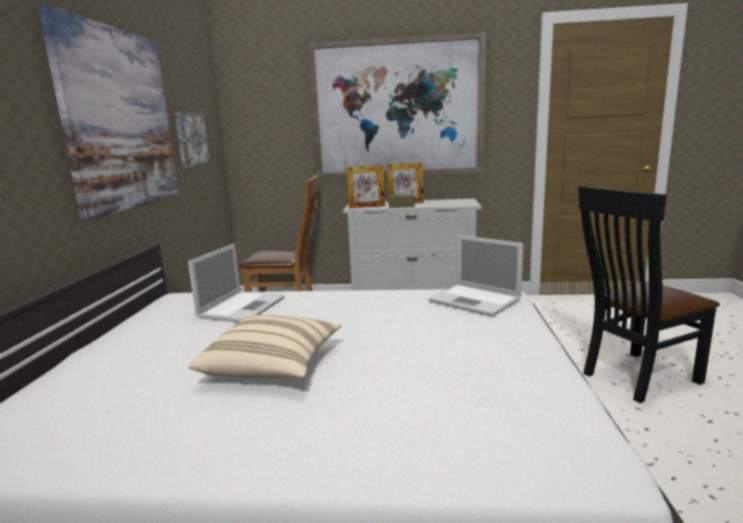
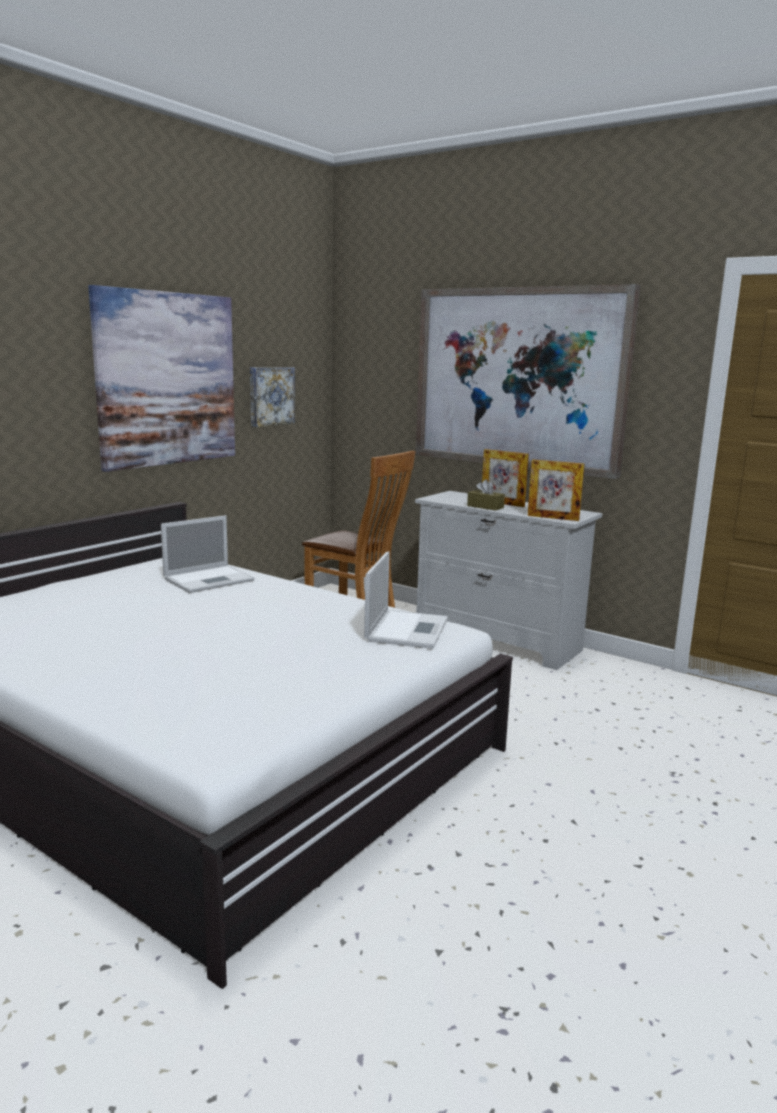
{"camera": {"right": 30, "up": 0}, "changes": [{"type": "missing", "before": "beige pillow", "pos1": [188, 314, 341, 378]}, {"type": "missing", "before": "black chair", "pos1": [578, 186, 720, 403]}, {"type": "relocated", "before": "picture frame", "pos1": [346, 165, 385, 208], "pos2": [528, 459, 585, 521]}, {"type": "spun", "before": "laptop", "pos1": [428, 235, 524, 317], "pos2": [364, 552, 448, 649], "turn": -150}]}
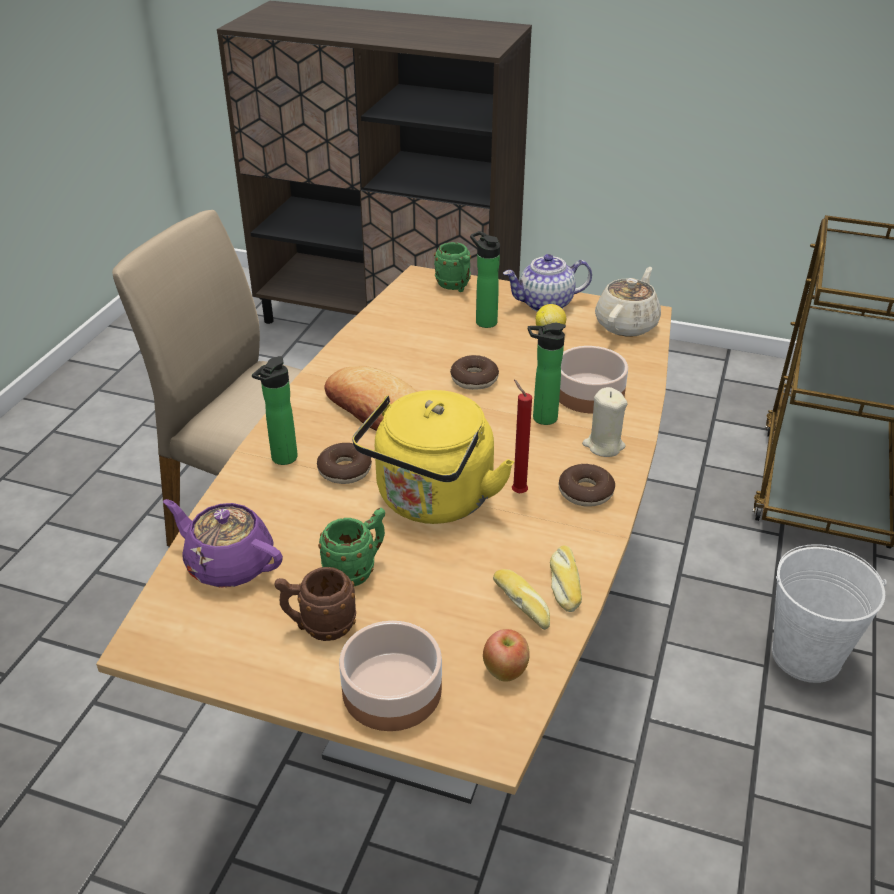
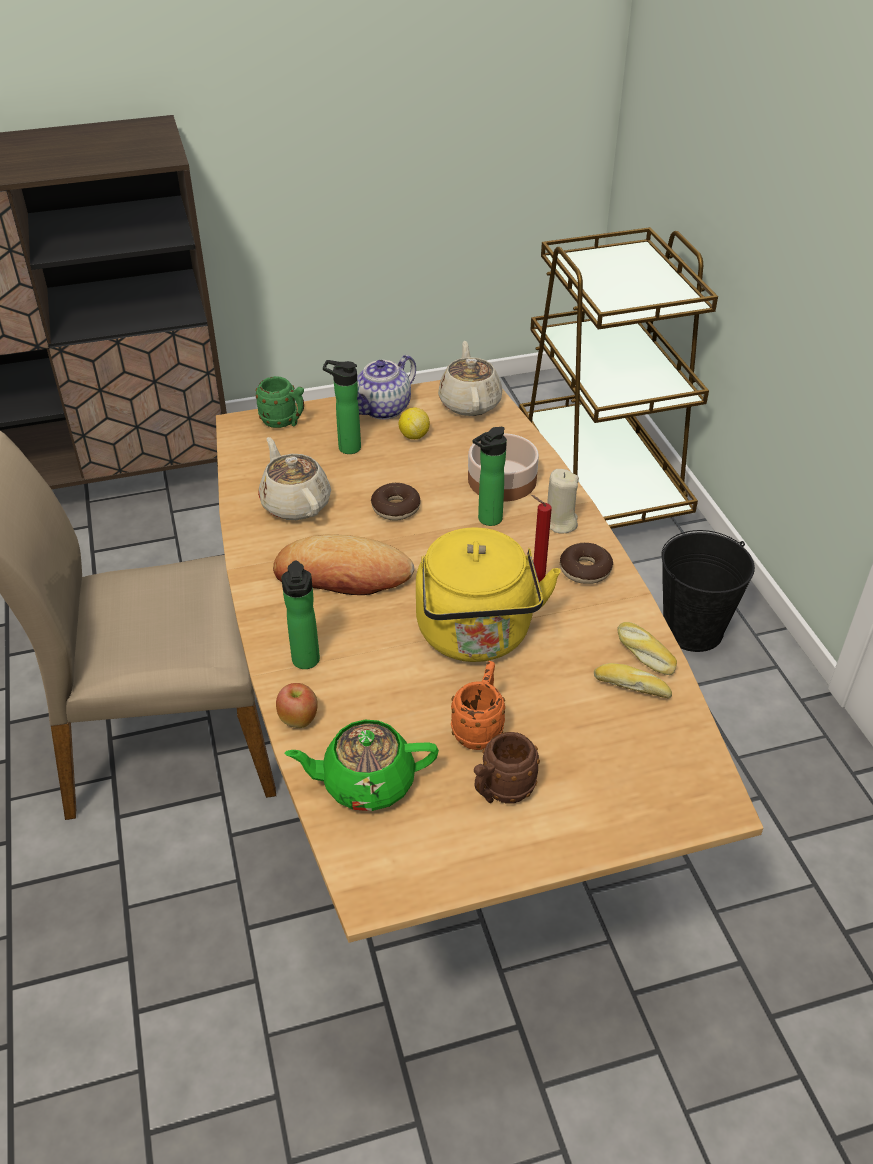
{"camera": {"right": -35, "up": 5}, "changes": [{"type": "missing", "before": "donut", "pos1": [317, 443, 372, 484]}, {"type": "missing", "before": "bowl", "pos1": [339, 621, 442, 731]}, {"type": "appeared", "after": "beige teapot", "pos2": [258, 437, 331, 520]}, {"type": "relocated", "before": "apple", "pos1": [483, 629, 530, 682], "pos2": [276, 683, 318, 728]}, {"type": "colour", "before": "purple teapot", "after": "green teapot", "pos1": [163, 499, 283, 587], "pos2": [285, 720, 439, 811]}, {"type": "colour", "before": "green mug", "after": "orange mug", "pos1": [318, 508, 385, 586], "pos2": [451, 661, 505, 750]}, {"type": "colour", "before": "white bucket", "after": "black bucket", "pos1": [772, 544, 887, 683], "pos2": [661, 530, 755, 652]}]}
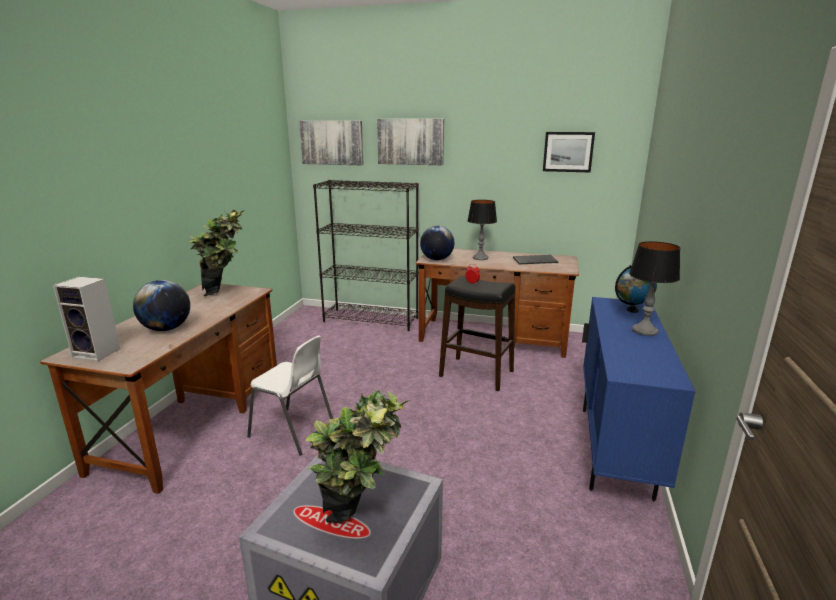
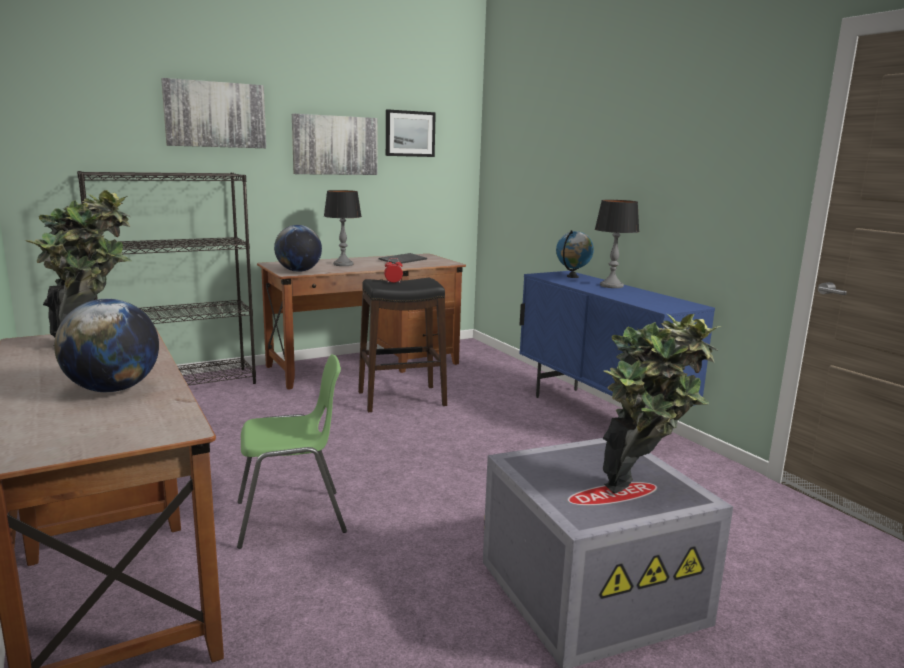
{"camera": {"right": -45, "up": -5}, "changes": [{"type": "missing", "before": "speaker", "pos1": [53, 277, 120, 361]}, {"type": "relocated", "before": "picture", "pos1": [299, 121, 364, 165], "pos2": [292, 114, 378, 175]}, {"type": "colour", "before": "white chair", "after": "green chair", "pos1": [247, 335, 333, 456], "pos2": [237, 354, 347, 549]}]}
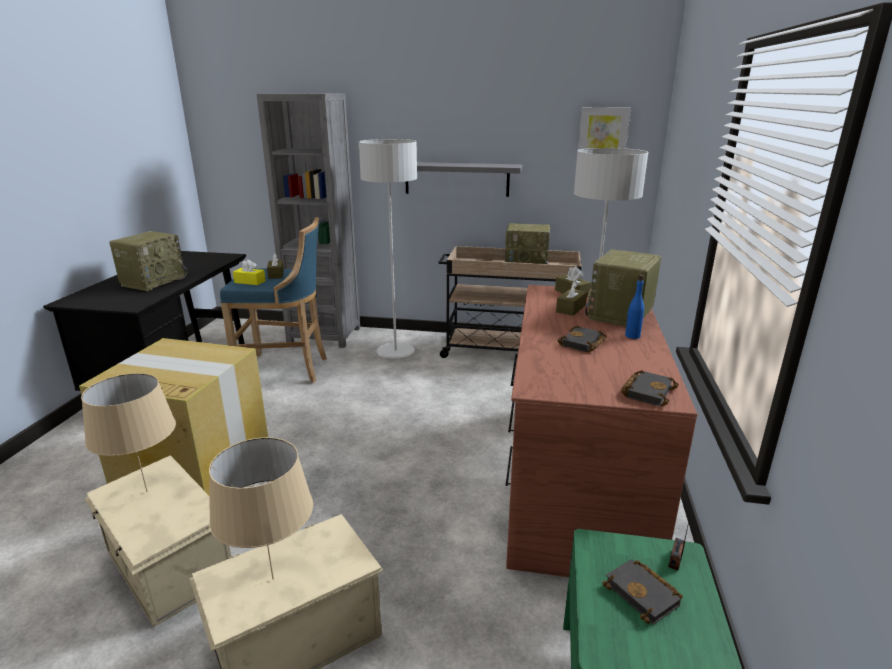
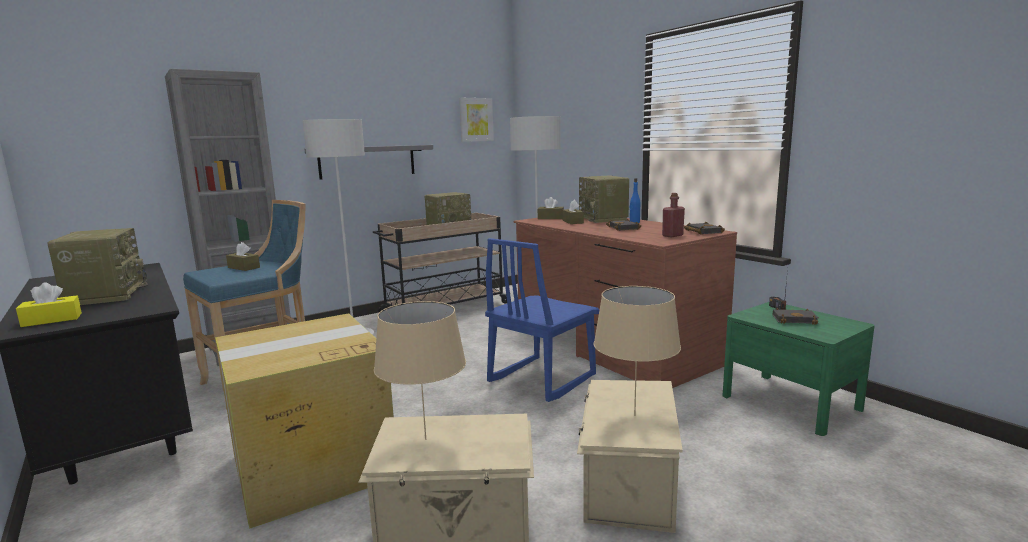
{"camera": {"right": -45, "up": -10}, "changes": [{"type": "appeared", "after": "blue chair", "pos2": [485, 238, 599, 402]}, {"type": "appeared", "after": "red bottle", "pos2": [662, 193, 685, 237]}, {"type": "relocated", "before": "yellow tissue box", "pos1": [233, 259, 266, 285], "pos2": [16, 283, 82, 327]}]}
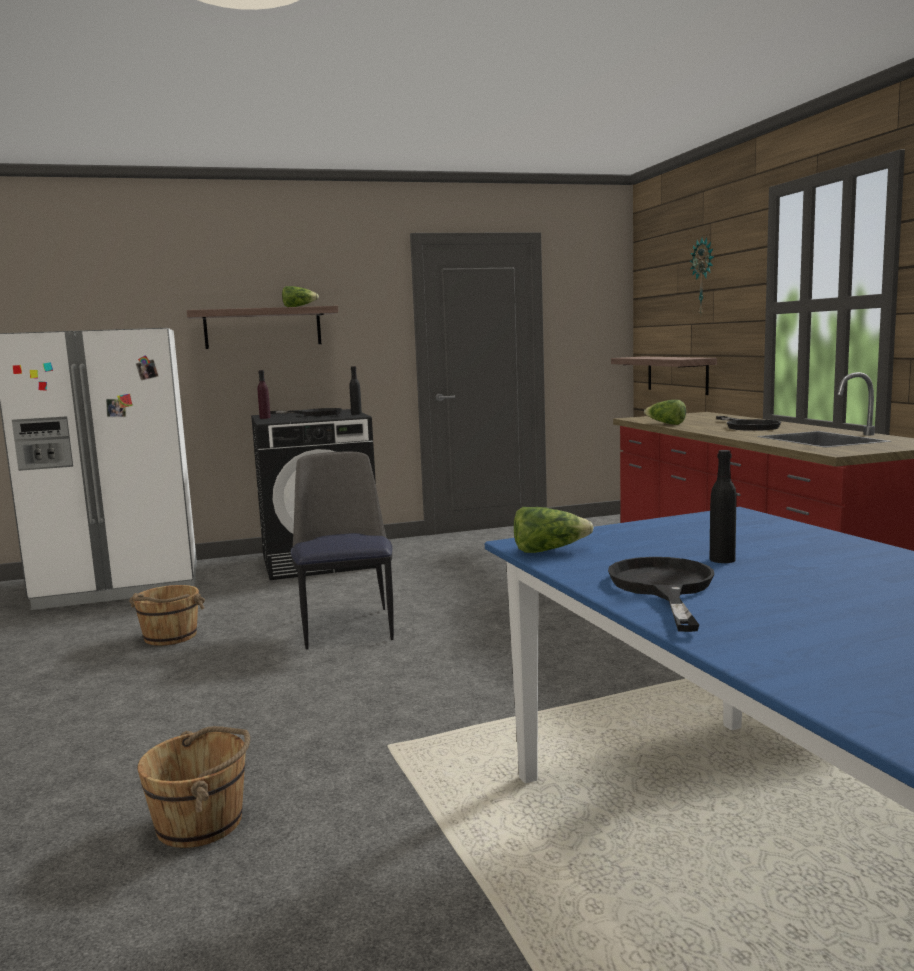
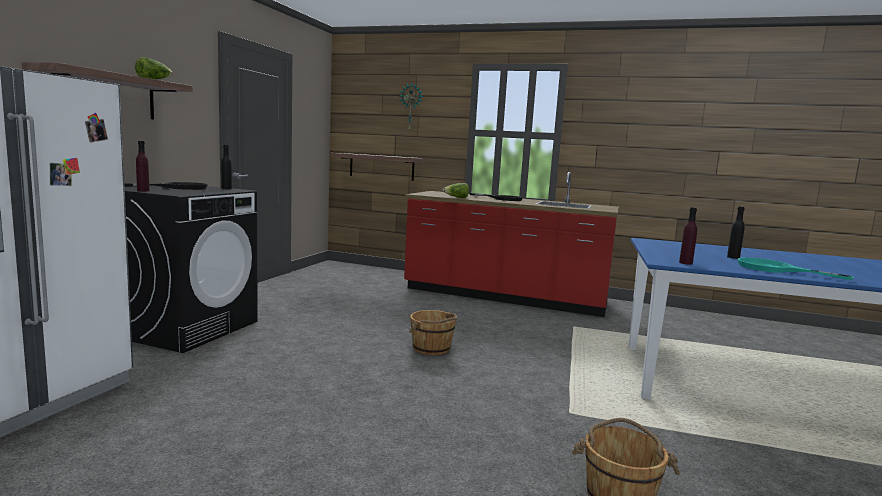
{"camera": {"right": -55, "up": 0}, "changes": [{"type": "missing", "before": "chair", "pos1": [291, 452, 394, 650]}, {"type": "relocated", "before": "brown bucket", "pos1": [129, 585, 205, 646], "pos2": [409, 310, 457, 355]}, {"type": "exchanged", "before": "lettuce", "after": "purple bottle", "pos1": [514, 507, 594, 553], "pos2": [679, 207, 697, 265]}, {"type": "colour", "before": "black frying pan", "after": "turquoise frying pan", "pos1": [608, 557, 714, 632], "pos2": [738, 258, 854, 280]}]}
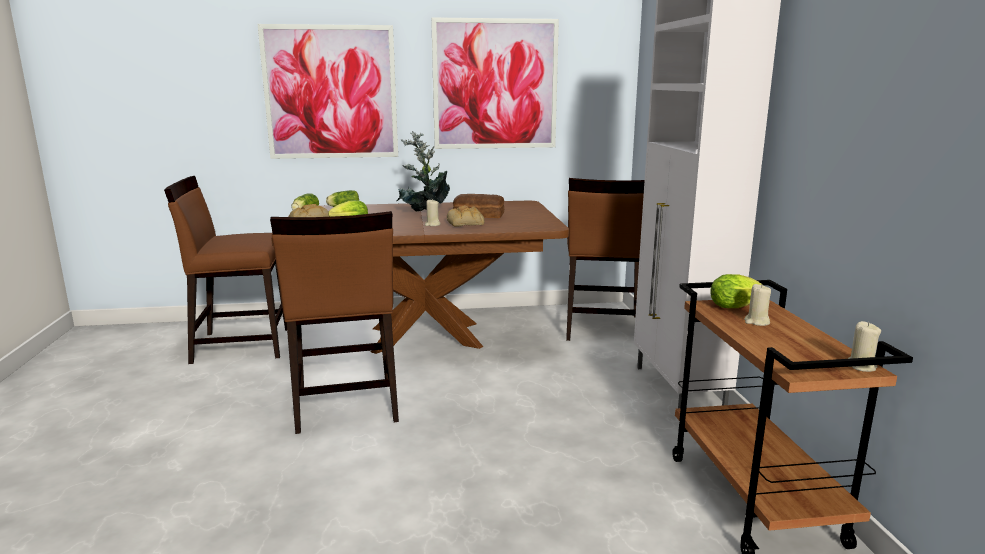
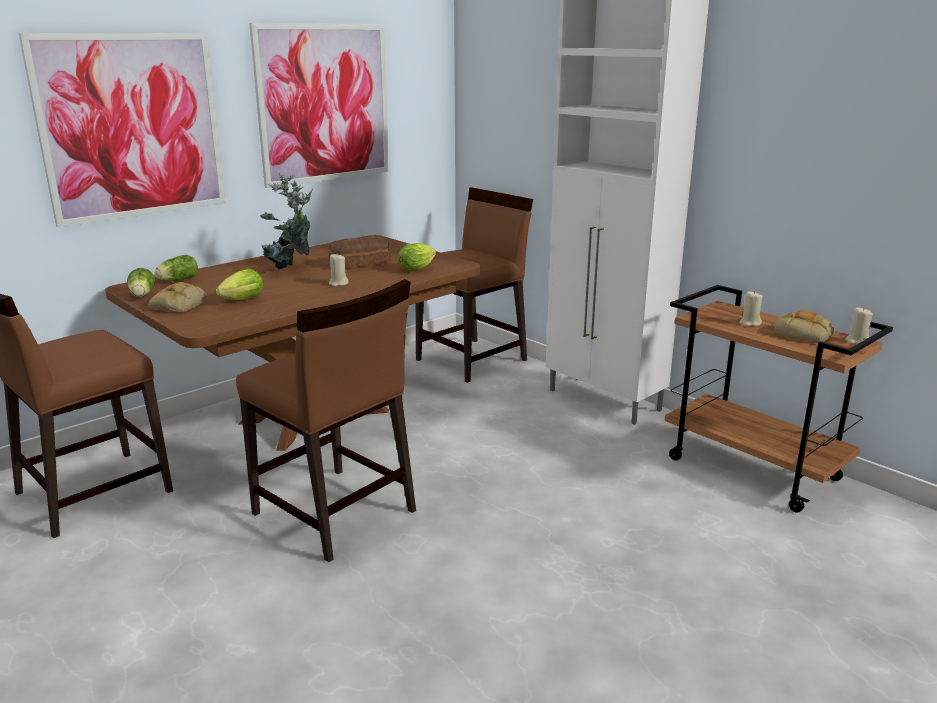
{"camera": {"right": -35, "up": 5}, "changes": [{"type": "relocated", "before": "bread", "pos1": [447, 205, 485, 227], "pos2": [774, 310, 835, 343]}, {"type": "relocated", "before": "lettuce", "pos1": [710, 274, 764, 308], "pos2": [398, 243, 436, 271]}, {"type": "spun", "before": "brown chair", "pos1": [566, 178, 645, 341], "pos2": [416, 187, 533, 383], "turn": -105}]}
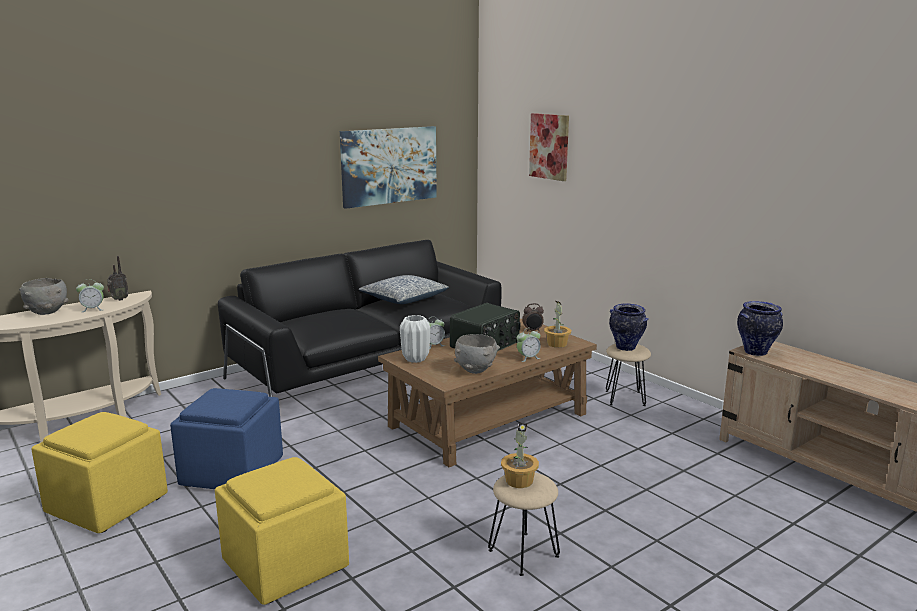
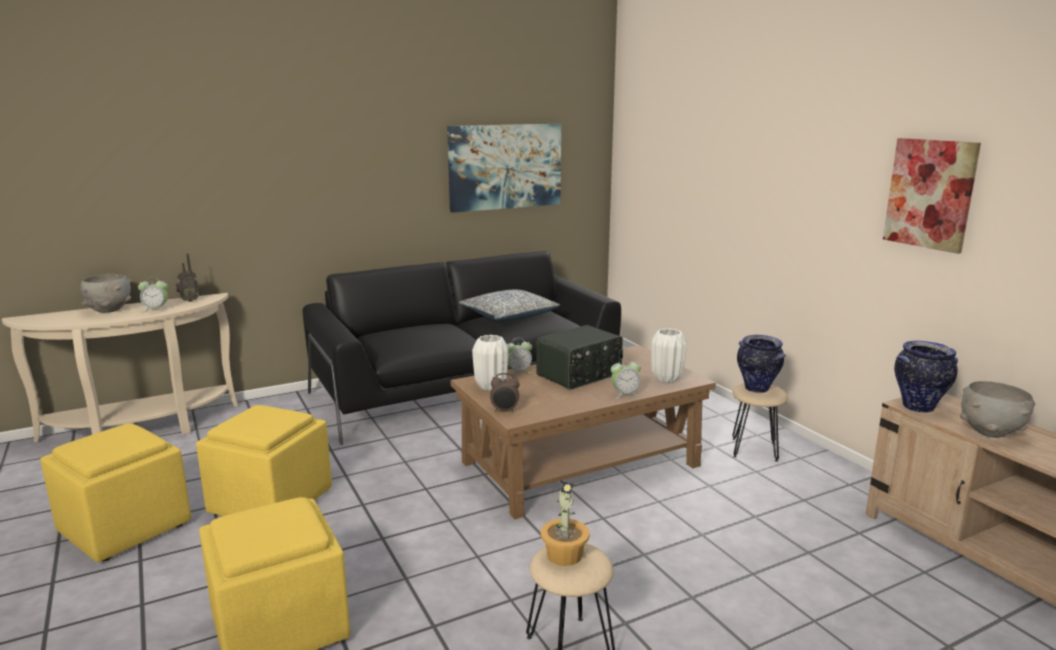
{"camera": {"right": 10, "up": 0}, "changes": [{"type": "relocated", "before": "grey bowl", "pos1": [454, 334, 500, 374], "pos2": [960, 381, 1036, 438]}, {"type": "relocated", "before": "alarm clock", "pos1": [522, 303, 544, 332], "pos2": [490, 373, 520, 412]}, {"type": "relocated", "before": "picture", "pos1": [529, 113, 569, 181], "pos2": [883, 138, 981, 254]}, {"type": "exchanged", "before": "potted plant", "after": "white vase", "pos1": [544, 301, 571, 348], "pos2": [651, 329, 687, 383]}, {"type": "colour", "before": "blue ottoman", "after": "yellow ottoman", "pos1": [170, 388, 283, 489], "pos2": [196, 405, 332, 516]}]}
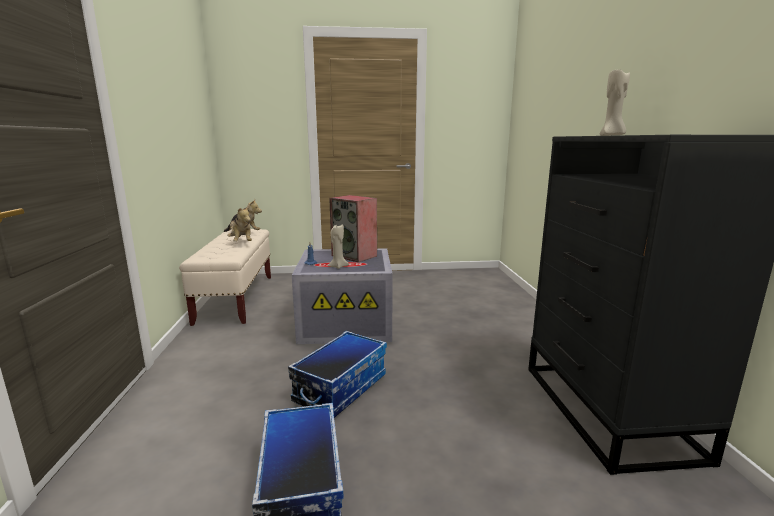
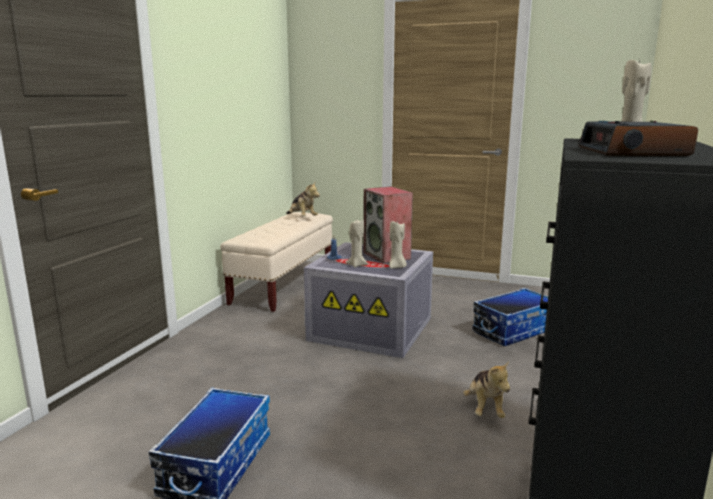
{"camera": {"right": 25, "up": 0}, "changes": [{"type": "appeared", "after": "beige candle", "pos2": [389, 219, 407, 269]}, {"type": "appeared", "after": "alarm clock", "pos2": [579, 121, 698, 156]}, {"type": "relocated", "before": "plush toy", "pos1": [227, 206, 252, 242], "pos2": [463, 361, 510, 418]}, {"type": "relocated", "before": "storage box", "pos1": [288, 331, 387, 418], "pos2": [473, 288, 548, 346]}]}
